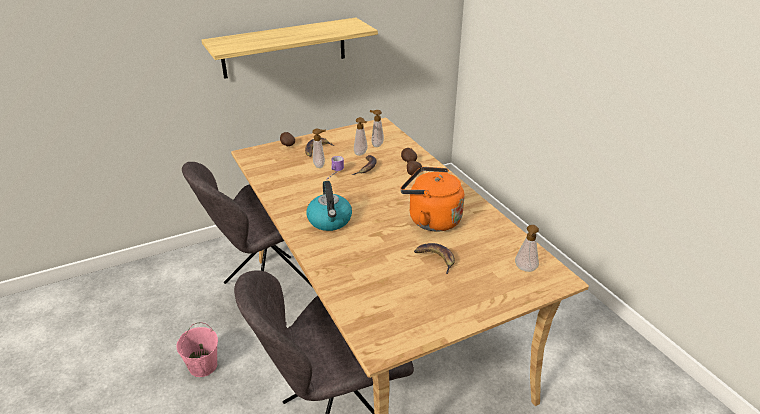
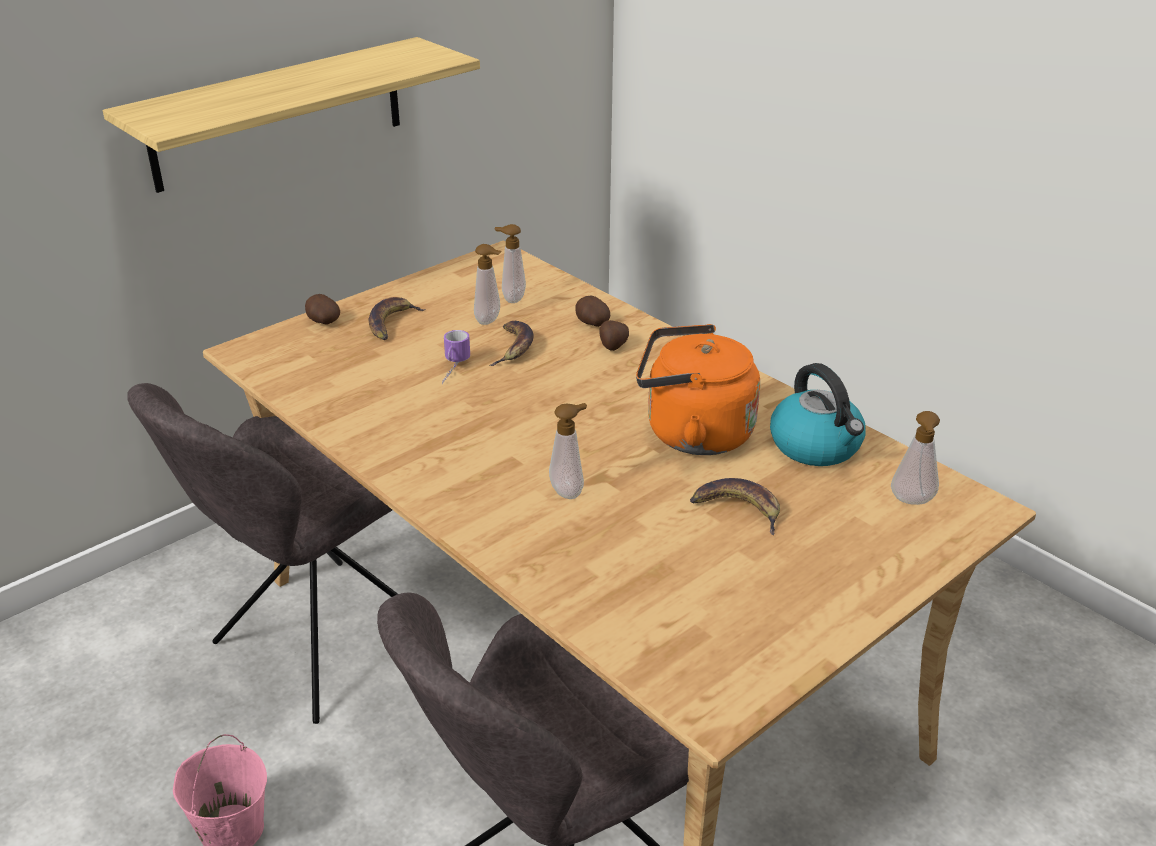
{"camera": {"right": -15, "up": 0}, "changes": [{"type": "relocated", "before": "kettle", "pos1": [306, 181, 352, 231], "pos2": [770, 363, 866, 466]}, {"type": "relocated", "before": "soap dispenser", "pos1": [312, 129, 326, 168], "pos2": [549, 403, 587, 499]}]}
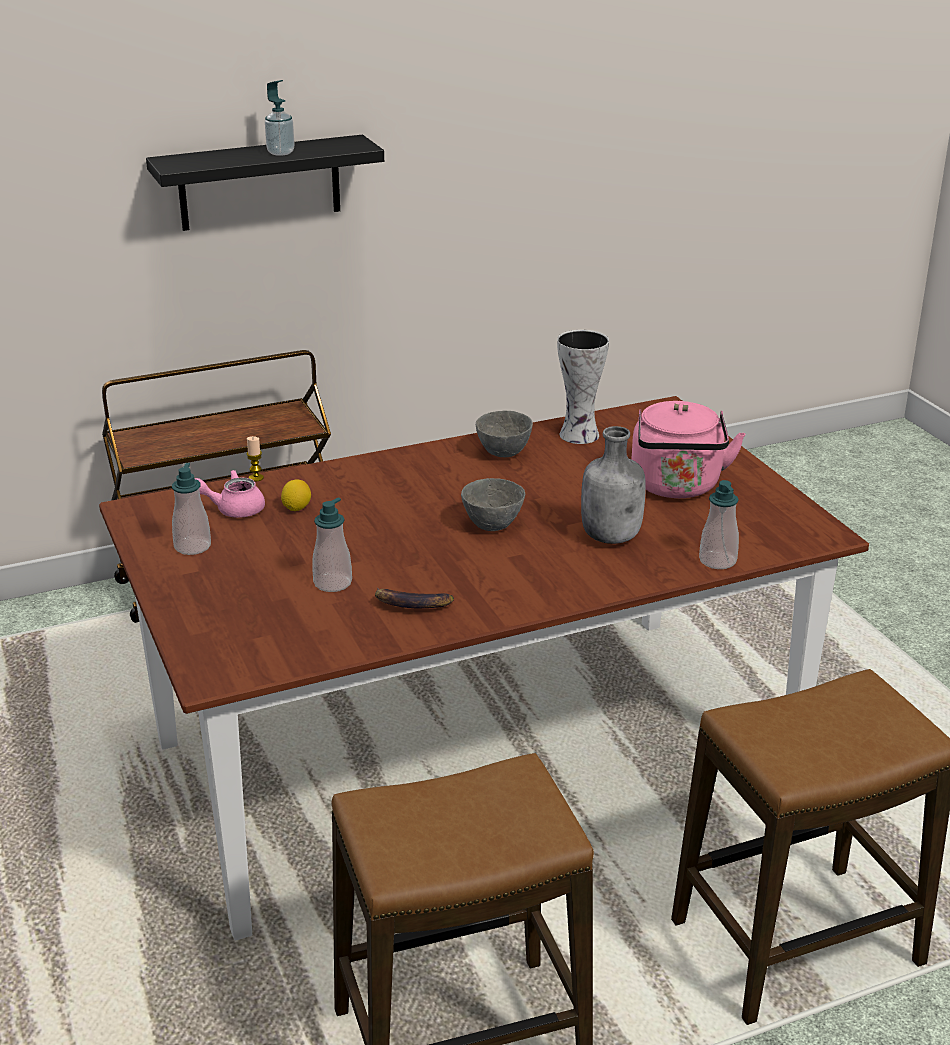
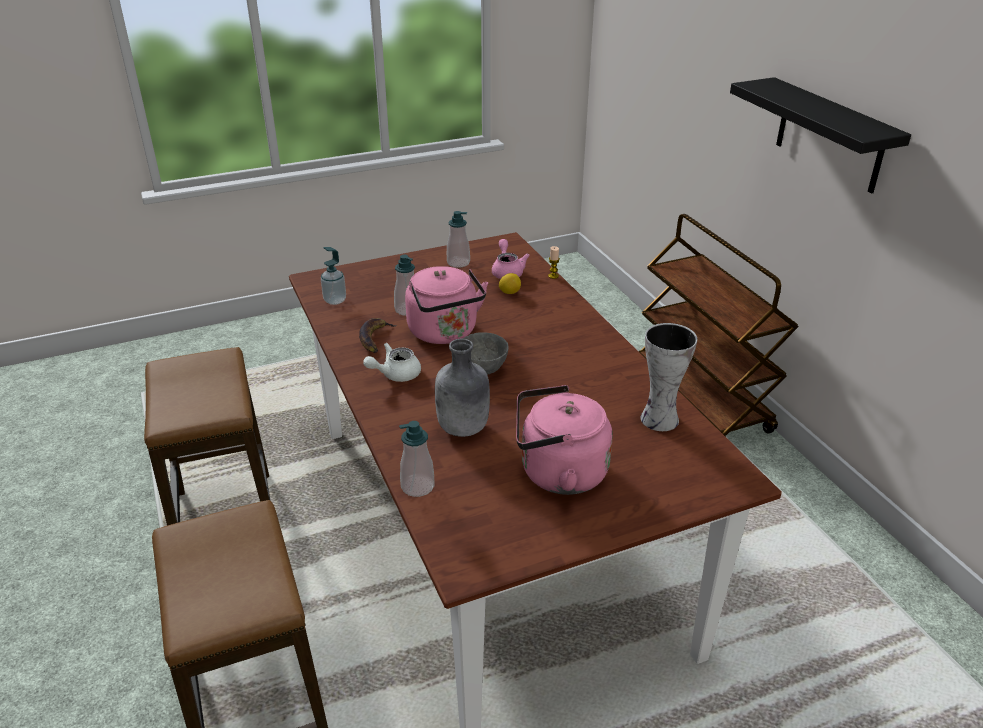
{"camera": {"right": 90, "up": 5}, "changes": [{"type": "missing", "before": "grey bowl", "pos1": [476, 410, 533, 457]}, {"type": "appeared", "after": "white teapot", "pos2": [363, 343, 421, 382]}, {"type": "appeared", "after": "pink kettle", "pos2": [405, 266, 488, 344]}, {"type": "relocated", "before": "soap dispenser", "pos1": [265, 80, 295, 156], "pos2": [321, 247, 346, 305]}]}
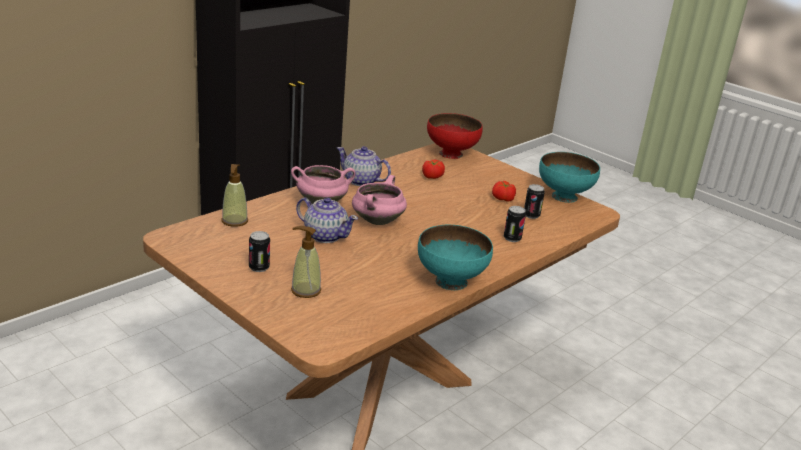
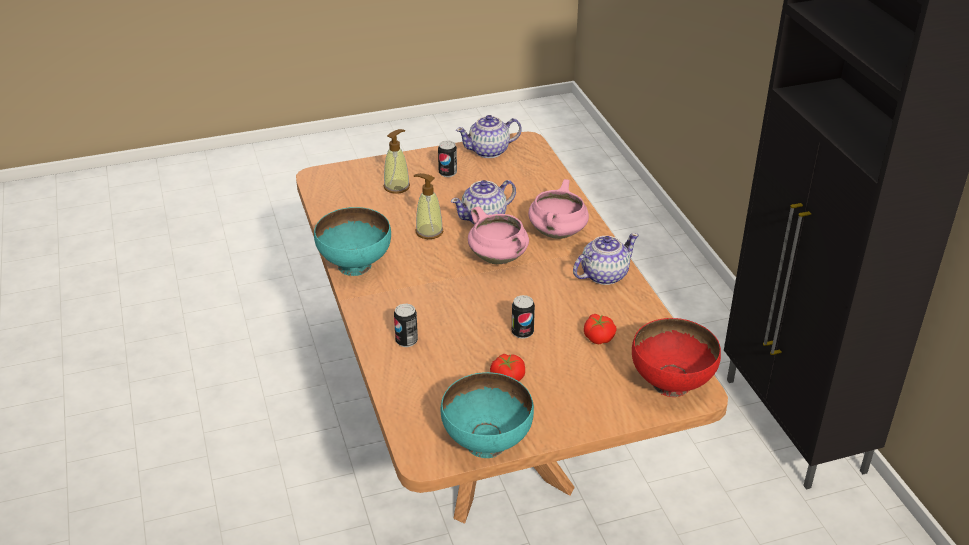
{"camera": {"right": 120, "up": 10}, "changes": [{"type": "appeared", "after": "teapot", "pos2": [456, 115, 522, 158]}, {"type": "relocated", "before": "soap dispenser", "pos1": [222, 164, 248, 227], "pos2": [414, 173, 443, 239]}, {"type": "relocated", "before": "can", "pos1": [524, 184, 545, 219], "pos2": [512, 295, 535, 339]}]}
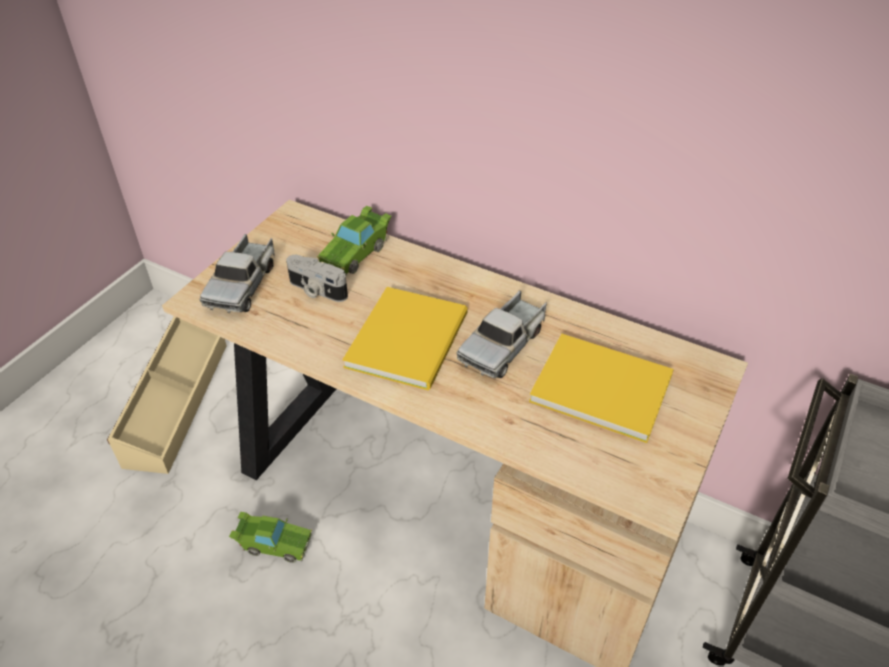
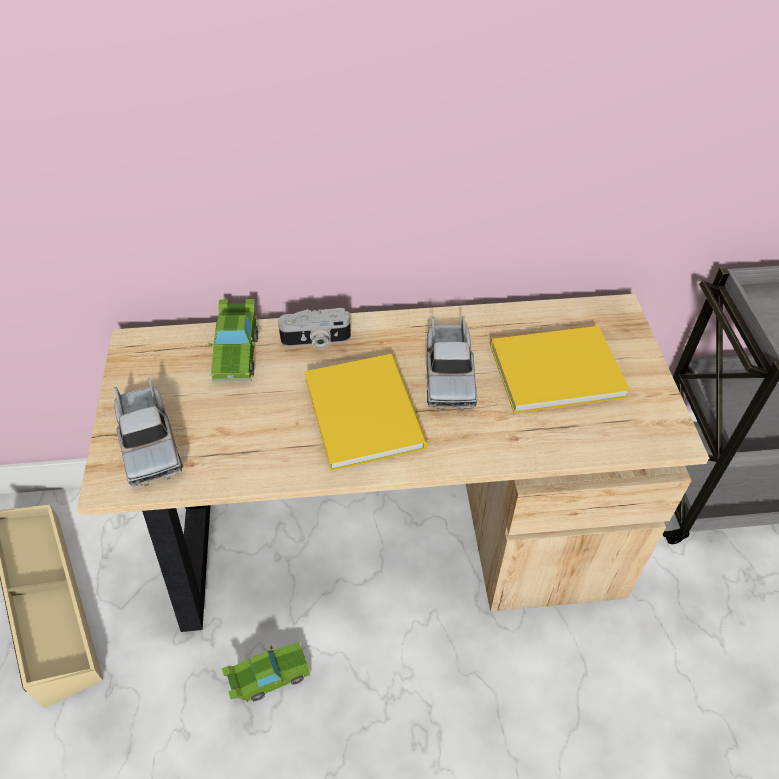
{"camera": {"right": -35, "up": 5}, "changes": [{"type": "relocated", "before": "photo camera", "pos1": [286, 255, 348, 302], "pos2": [278, 308, 351, 349]}]}
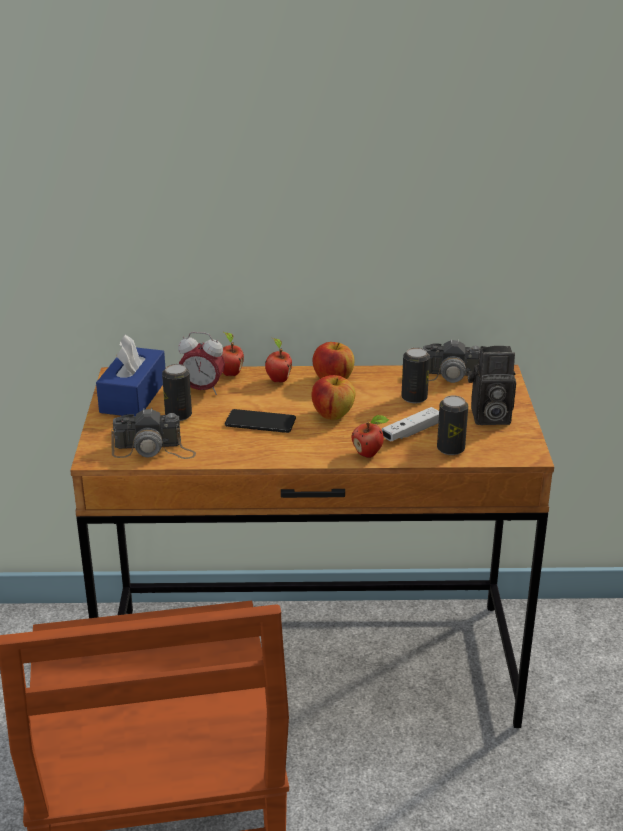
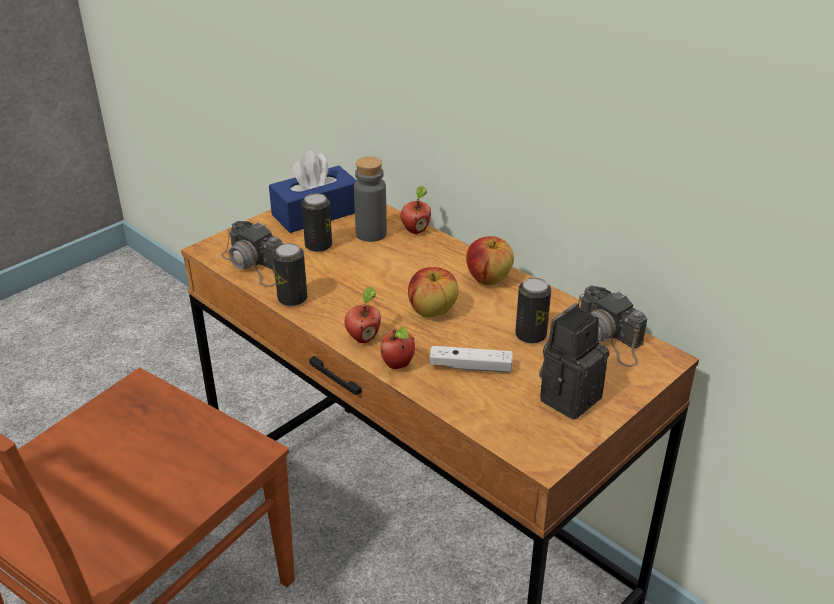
{"camera": {"right": 45, "up": 5}, "changes": [{"type": "missing", "before": "phone", "pos1": [225, 409, 296, 433]}, {"type": "relocated", "before": "apple", "pos1": [265, 338, 292, 382], "pos2": [345, 287, 381, 343]}, {"type": "relocated", "before": "can", "pos1": [437, 396, 468, 455], "pos2": [273, 243, 307, 306]}, {"type": "exchanged", "before": "alarm clock", "after": "grey bottle", "pos1": [178, 332, 225, 395], "pos2": [354, 156, 387, 242]}, {"type": "spun", "before": "photo camera", "pos1": [468, 346, 516, 425], "pos2": [539, 303, 610, 420], "turn": 90}]}
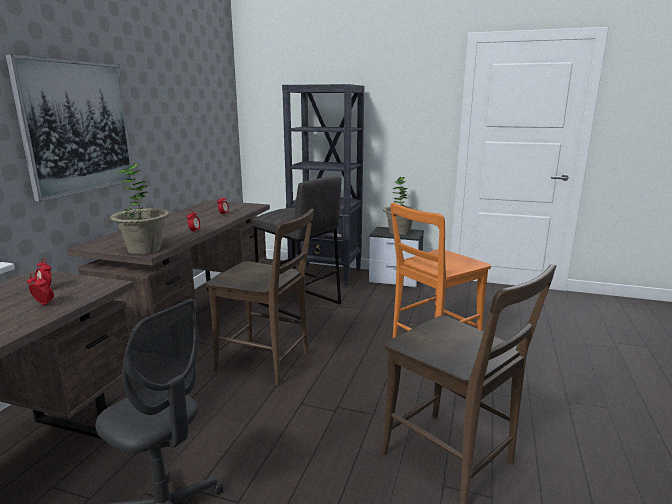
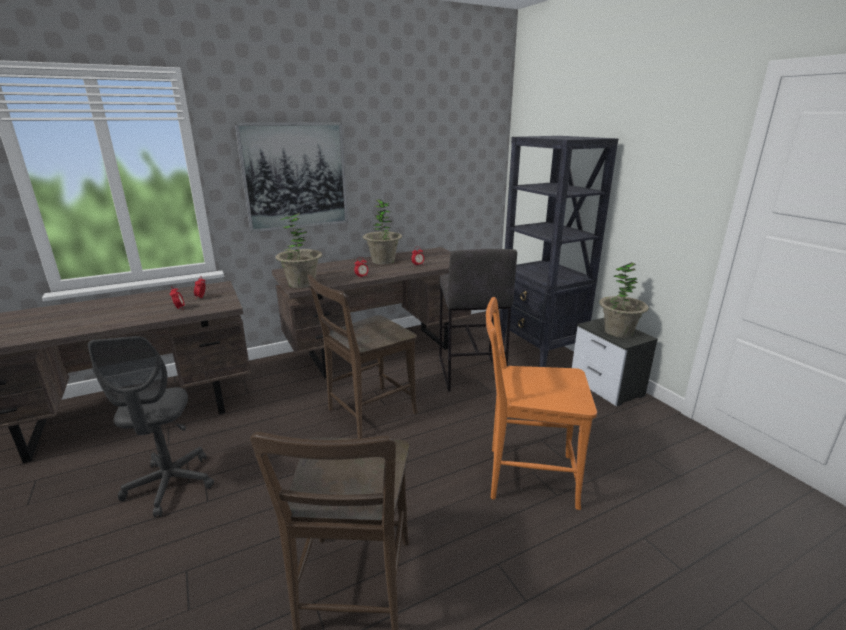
{"camera": {"right": 45, "up": 5}, "changes": [{"type": "appeared", "after": "potted plant", "pos2": [363, 199, 402, 265]}, {"type": "spun", "before": "brown chair", "pos1": [206, 208, 314, 386], "pos2": [307, 274, 418, 438], "turn": 75}]}
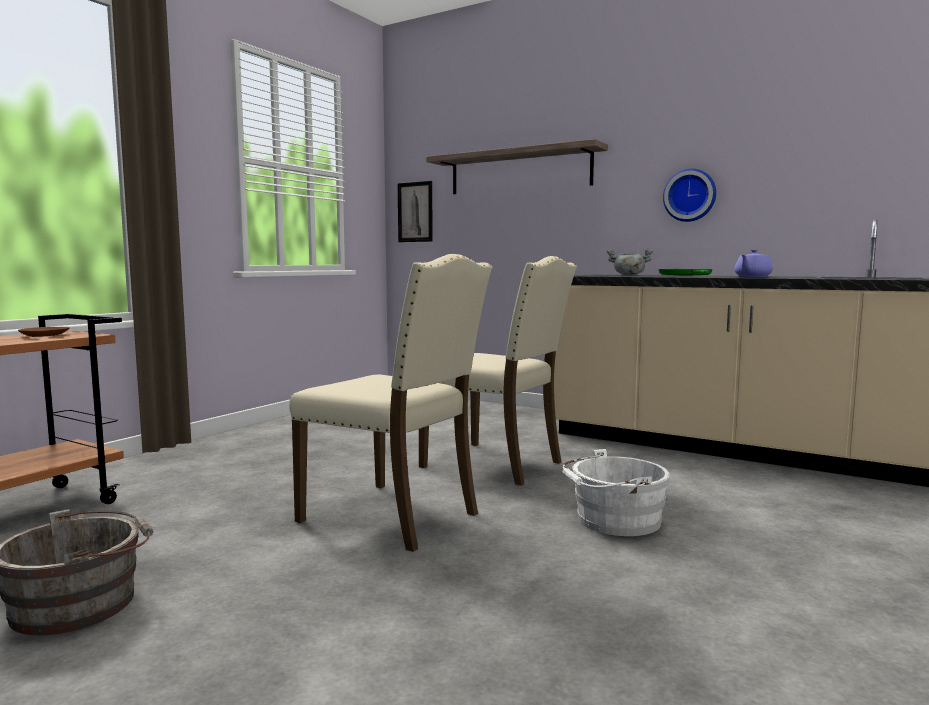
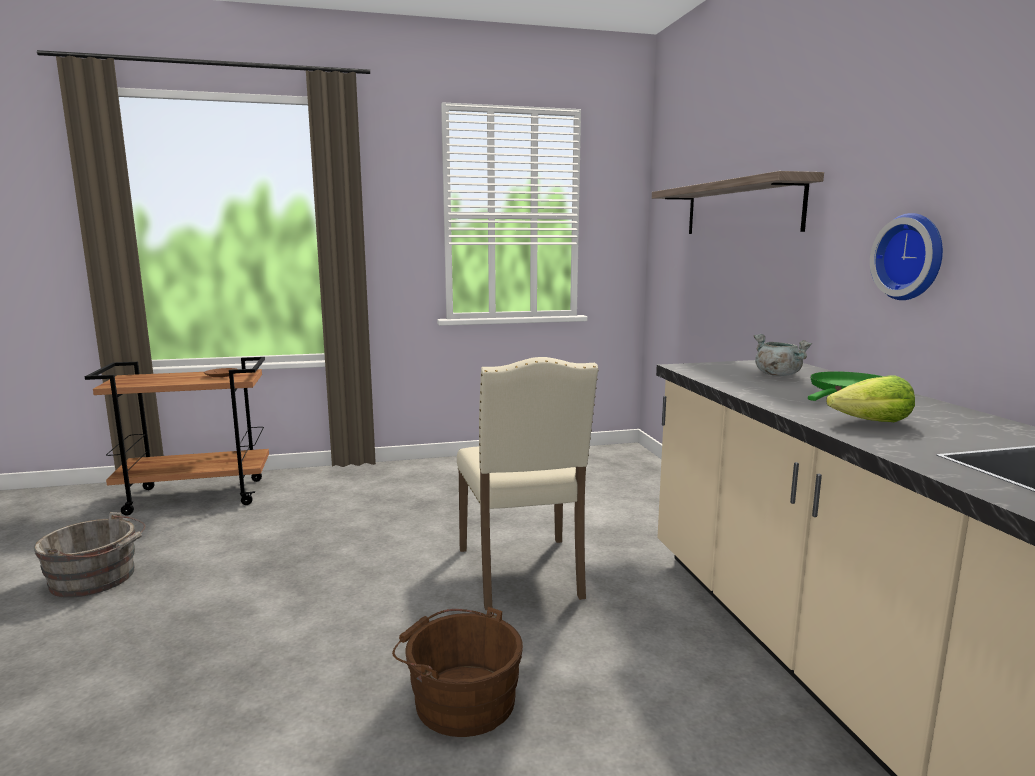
{"camera": {"right": 45, "up": 5}, "changes": [{"type": "missing", "before": "beige chair", "pos1": [289, 254, 492, 552]}, {"type": "missing", "before": "picture", "pos1": [398, 181, 433, 242]}, {"type": "exchanged", "before": "purple teapot", "after": "lettuce", "pos1": [734, 249, 773, 277], "pos2": [826, 375, 915, 422]}, {"type": "colour", "before": "white bucket", "after": "brown bucket", "pos1": [563, 449, 670, 536], "pos2": [392, 607, 523, 737]}]}
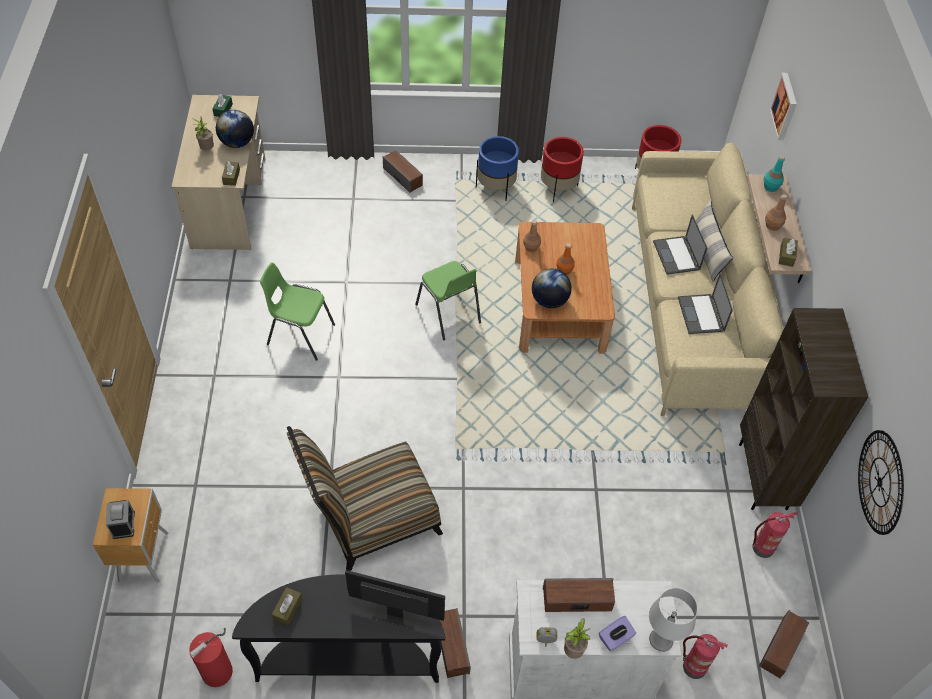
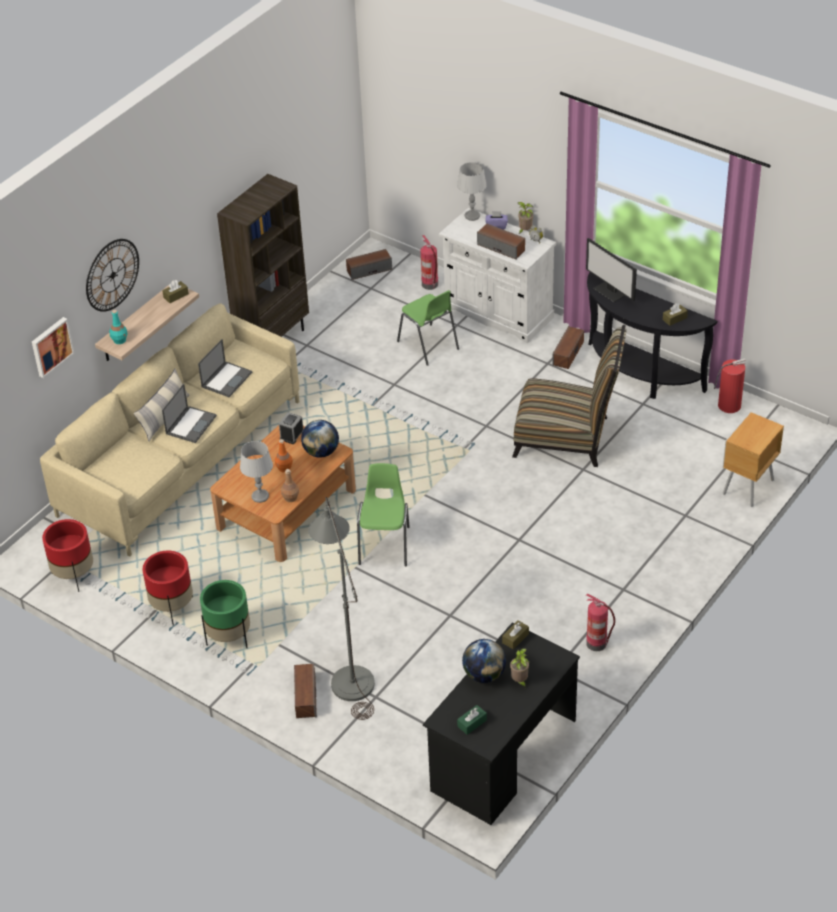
{"camera": {"right": -140, "up": -10}, "changes": [{"type": "missing", "before": "brown bottle", "pos1": [765, 194, 787, 231]}, {"type": "appeared", "after": "grey table lamp", "pos2": [240, 441, 273, 503]}, {"type": "appeared", "after": "grey floor lamp", "pos2": [308, 497, 375, 720]}, {"type": "relocated", "before": "alarm clock", "pos1": [106, 500, 135, 539], "pos2": [279, 412, 304, 444]}, {"type": "relocated", "before": "green chair", "pos1": [260, 262, 335, 361], "pos2": [397, 290, 459, 366]}, {"type": "relocated", "before": "fire extinguisher", "pos1": [752, 512, 798, 558], "pos2": [586, 594, 615, 651]}, {"type": "relocated", "before": "wall clock", "pos1": [858, 430, 904, 535], "pos2": [86, 239, 139, 312]}, {"type": "colour", "before": "beige desk", "after": "black desk", "pos1": [171, 95, 265, 250], "pos2": [423, 622, 580, 825]}, {"type": "colour", "before": "blue planter", "after": "green planter", "pos1": [476, 136, 519, 201], "pos2": [200, 580, 250, 648]}]}
